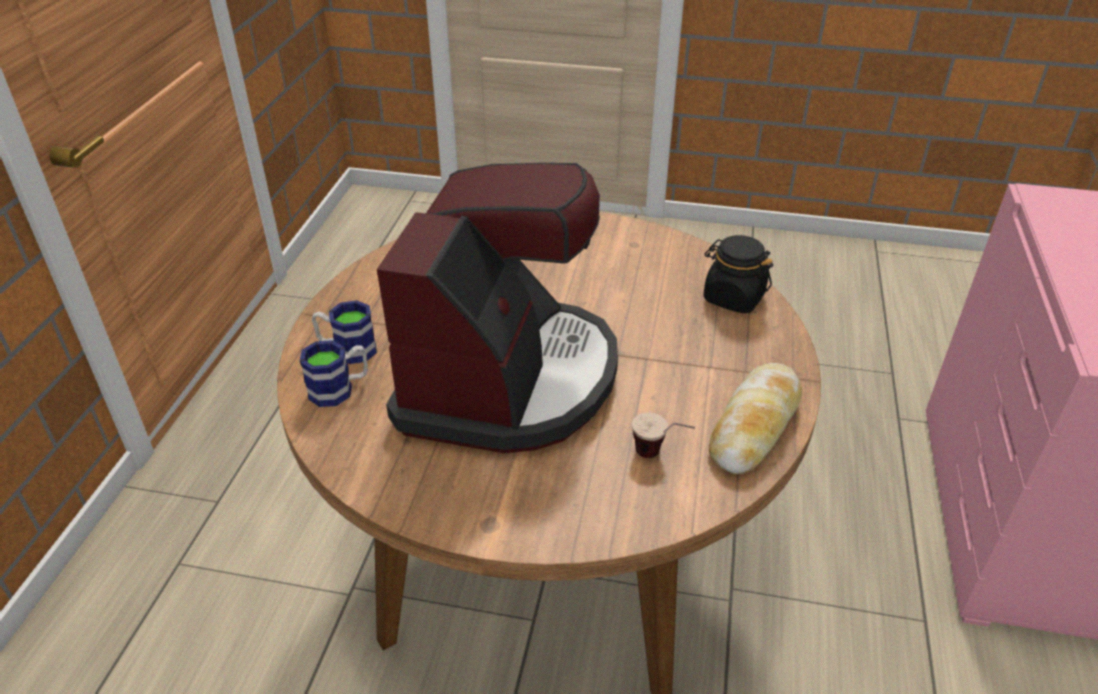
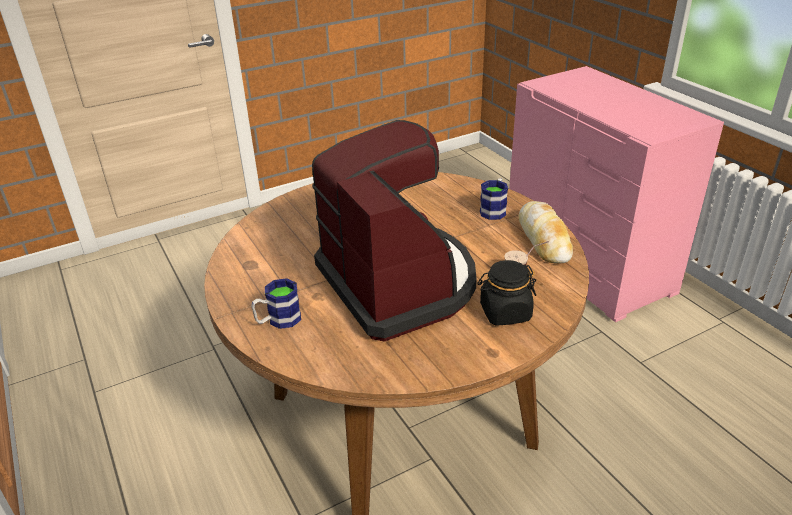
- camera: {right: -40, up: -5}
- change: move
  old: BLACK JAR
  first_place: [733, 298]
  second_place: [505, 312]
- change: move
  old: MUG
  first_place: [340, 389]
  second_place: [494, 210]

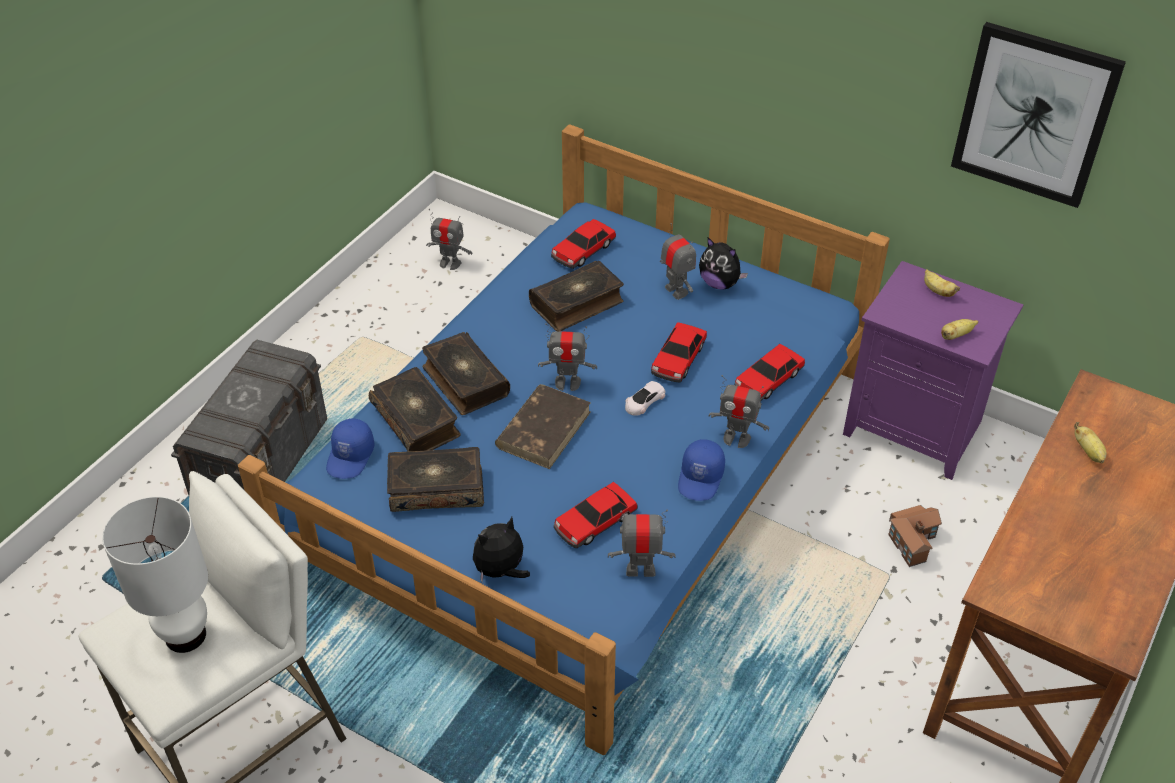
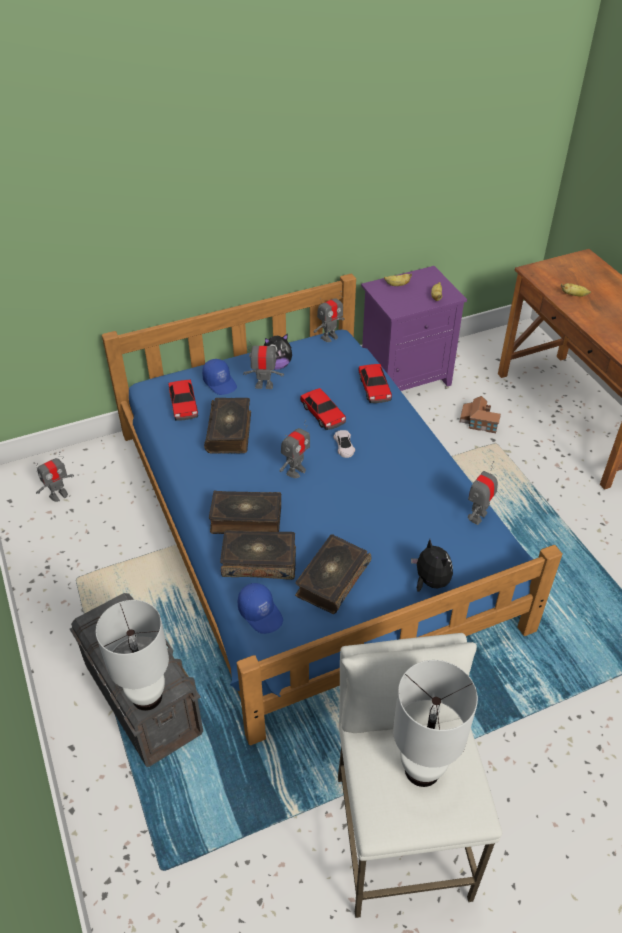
- camera: {right: -55, up: 0}
- change: delete
  old: PICTURE
  first_place: [1034, 115]
- change: move
  old: TOY ROBOT
  first_place: [736, 438]
  second_place: [329, 337]
- change: delete
  old: BROWN BOOK
  first_place: [544, 429]
- change: move
  old: BLUE CAP
  first_place: [701, 478]
  second_place: [220, 383]
- change: delete
  old: TOY CAR
  first_place: [594, 522]
- change: rotate
  old: PLUSH TOY
  first_place: [501, 571]
  second_place: [430, 582]
  degrees: 150
- change: insert
  new: WHITE TABLE LAMP
  second_place: [147, 697]

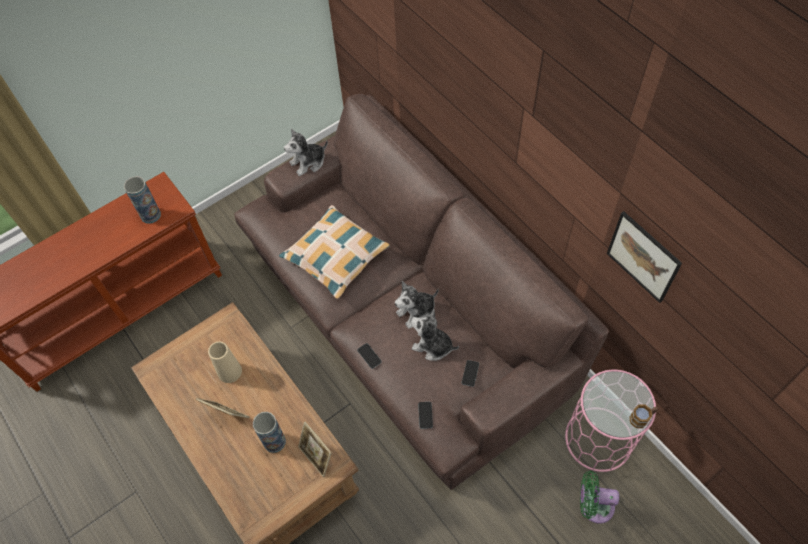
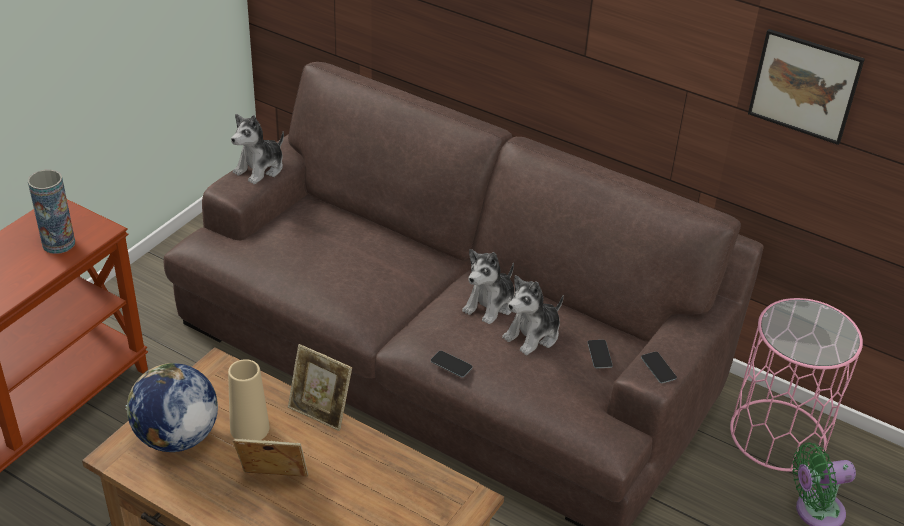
- camera: {right: -25, up: -20}
- change: delete
  old: PILLOW
  first_place: [335, 256]
- change: rotate
  old: PLUSH TOY
  first_place: [432, 346]
  second_place: [533, 335]
  degrees: -45
- change: move
  old: PHONE
  first_place: [425, 415]
  second_place: [658, 368]
- change: delete
  old: MUG
  first_place: [642, 418]
- change: delete
  old: VASE
  first_place: [274, 441]
- change: move
  old: PICTURE FRAME
  first_place: [317, 457]
  second_place: [320, 412]
- change: insert
  new: GLOBE
  second_place: [176, 437]

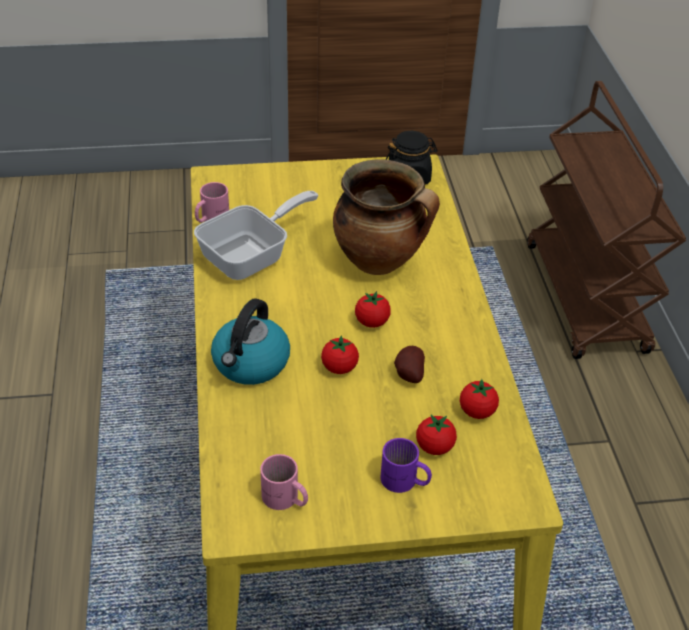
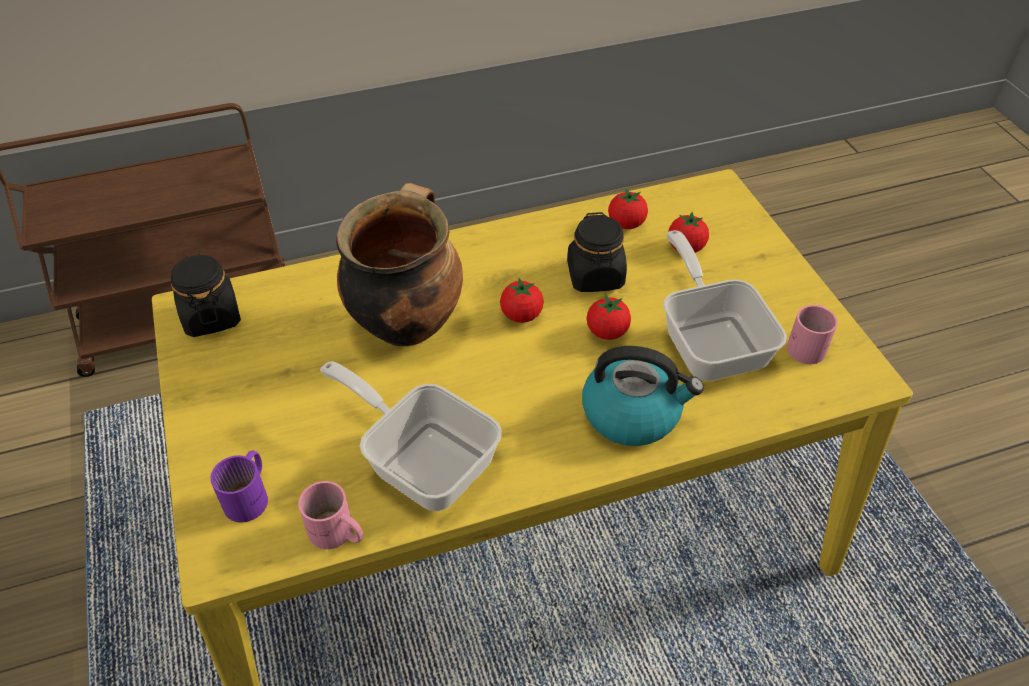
- camera: {right: -100, up: 5}
- change: replace
  old: POTATO
  new: BLACK JAR
  first_place: [408, 375]
  second_place: [595, 276]
- change: move
  old: PURPLE MUG
  first_place: [404, 482]
  second_place: [251, 495]
- change: insert
  new: FRYING PAN
  second_place: [710, 340]

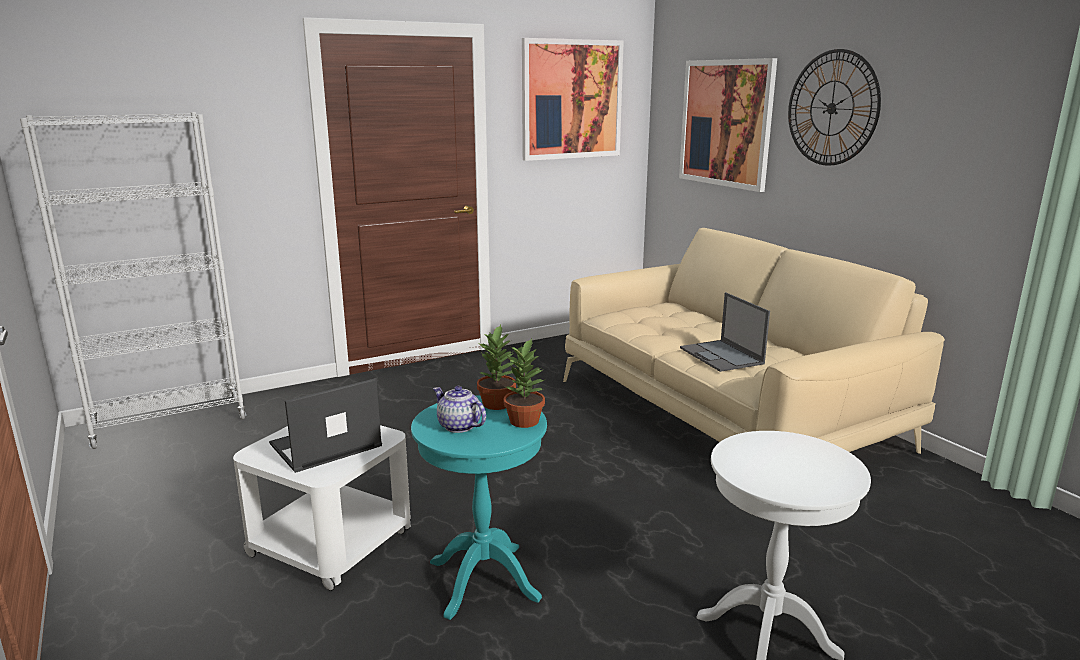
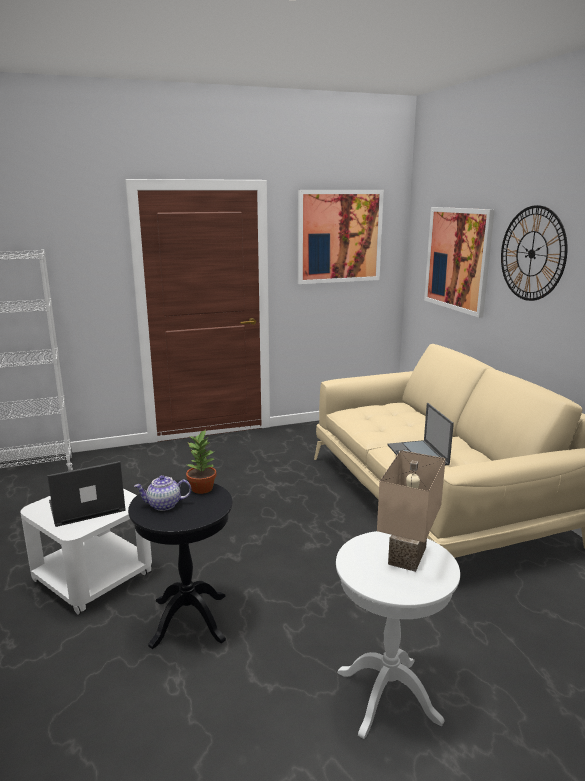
- camera: {right: 10, up: 0}
- change: delete
  old: POTTED PLANT
  first_place: [525, 421]
- change: rotate
  old: TEAPOT
  first_place: [458, 426]
  second_place: [164, 505]
  degrees: -60
- change: recolor
  old: TURQUOISE SIDE TABLE
  new: BLACK SIDE TABLE
  first_place: [483, 580]
  second_place: [189, 620]
- change: insert
  new: BEIGE TABLE LAMP
  second_place: [405, 555]

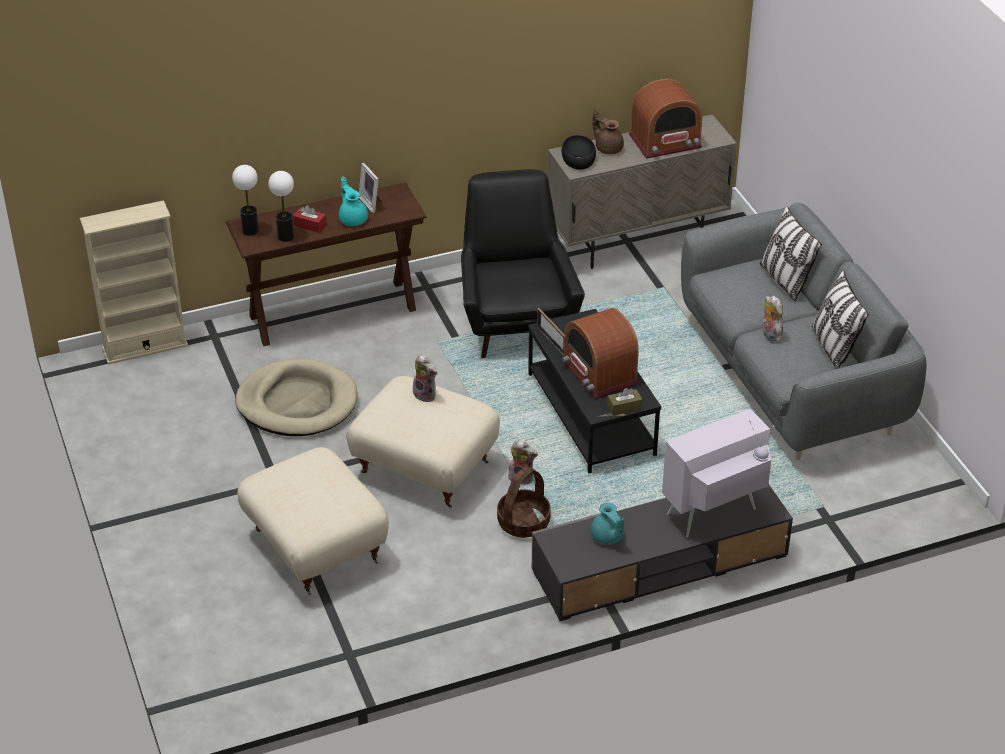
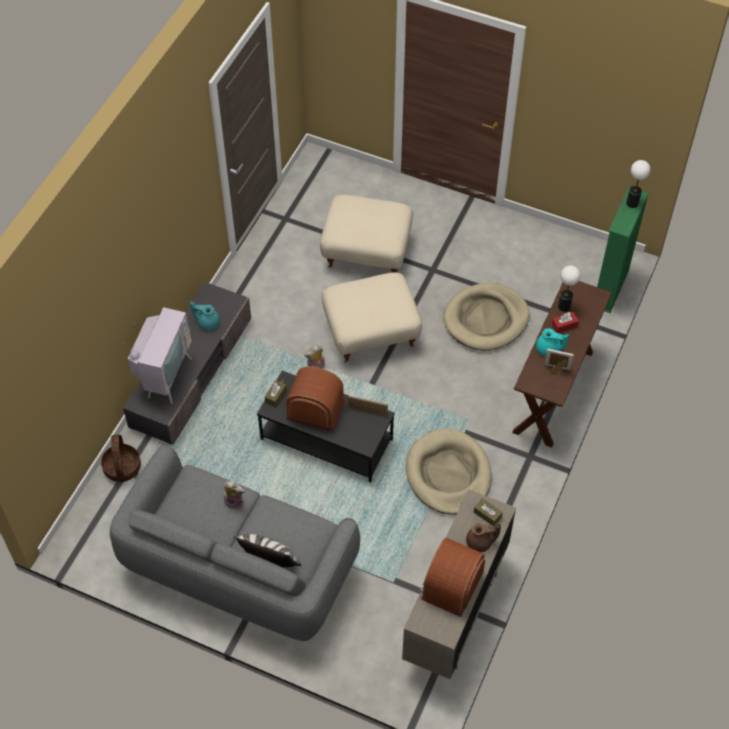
- camera: {right: 135, up: 15}
- change: replace
  old: BLACK BOWL
  new: BROWN TISSUE BOX
  first_place: [578, 158]
  second_place: [487, 514]
- change: move
  old: TABLE LAMP
  first_place: [250, 230]
  second_place: [632, 203]
- change: replace
  old: BLACK ARMCHAIR
  new: BEIGE DOG BED
  first_place: [515, 320]
  second_place: [448, 474]
- change: recolor
  old: BEIGE BOOKCASE
  new: GREEN BOOKCASE
  first_place: [145, 347]
  second_place: [610, 288]
- change: delete
  old: PILLOW
  first_place: [833, 347]
- change: delete
  old: PLUSH TOY
  first_place: [426, 394]
- change: move
  old: BASKET
  first_place: [523, 523]
  second_place: [122, 467]

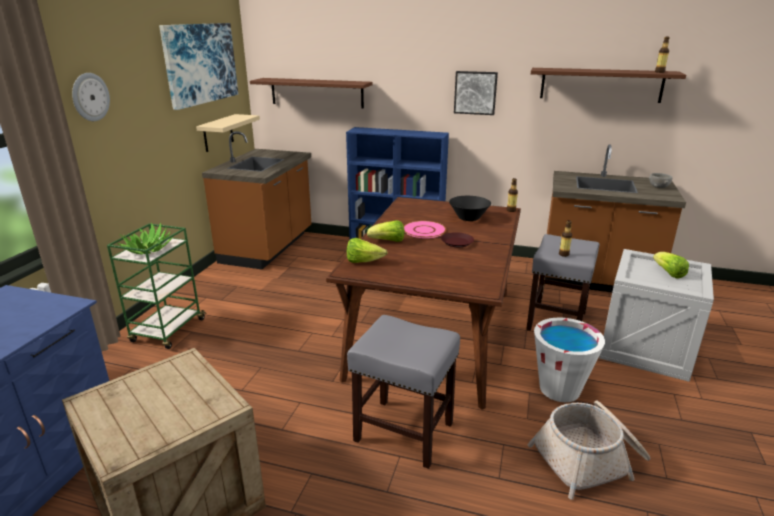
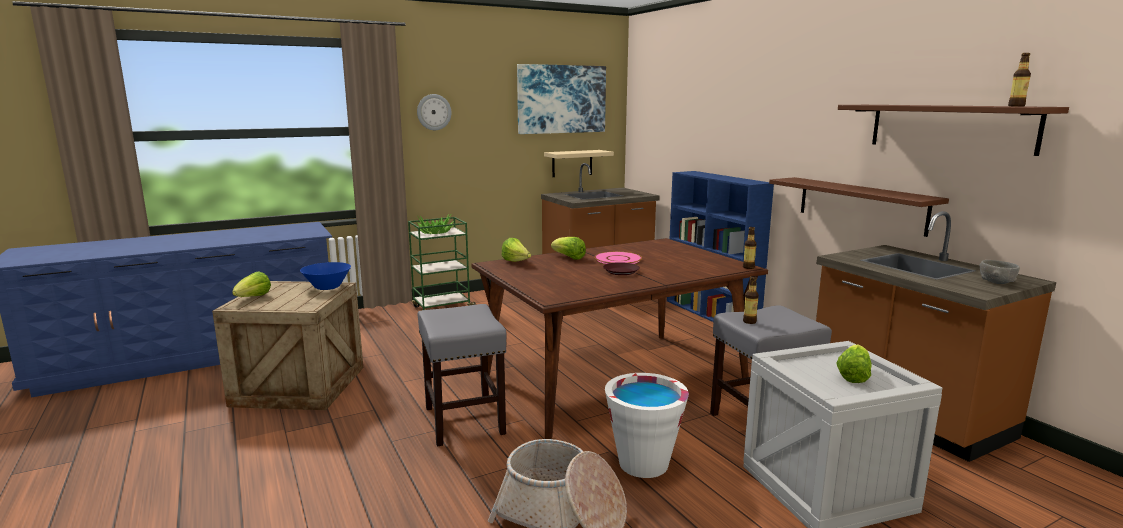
- camera: {right: 45, up: -10}
- change: delete
  old: PICTURE
  first_place: [475, 92]
- change: move
  old: BROWN SHELF
  first_place: [316, 93]
  second_place: [860, 205]
- change: delete
  old: BLACK BOWL
  first_place: [469, 218]
- change: insert
  new: BLUE BOWL
  second_place: [327, 287]
- change: insert
  new: LETTUCE
  second_place: [253, 298]

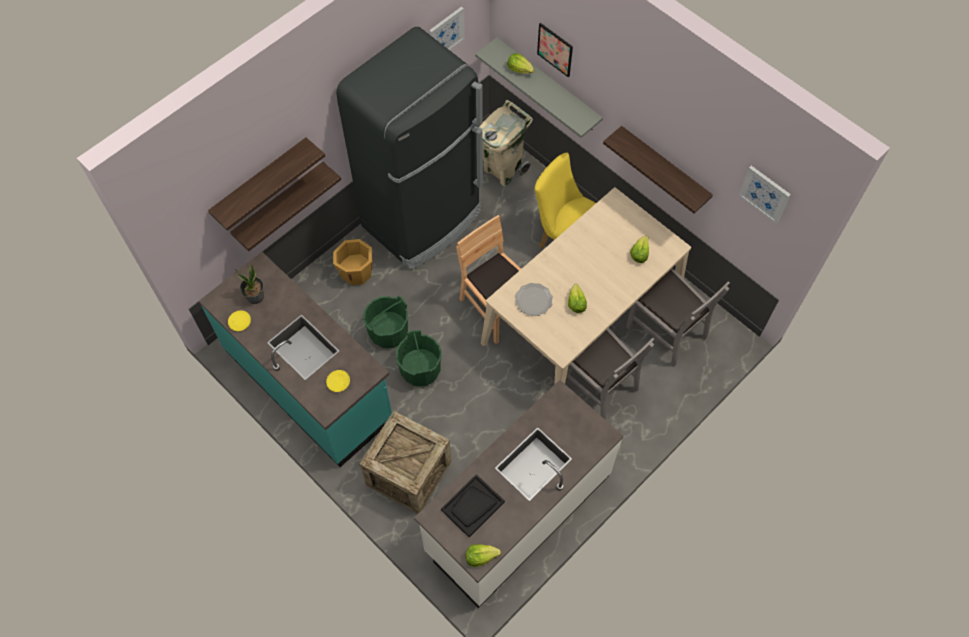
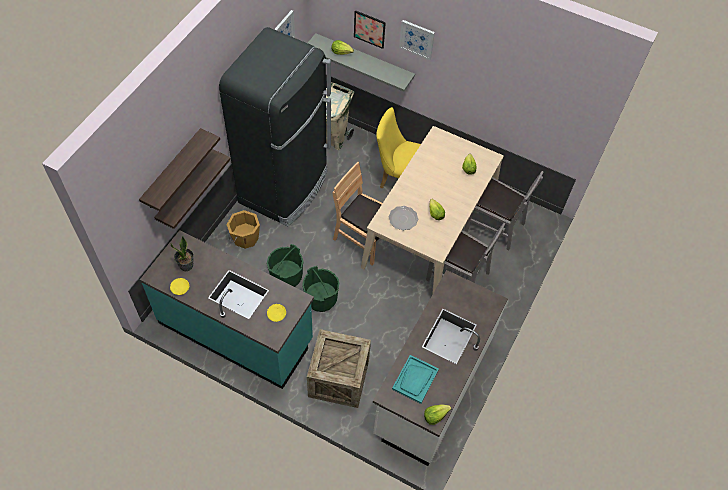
- camera: {right: -20, up: -5}
- change: delete
  old: SHELF
  first_place: [664, 168]
- change: move
  old: PICTURE
  first_place: [765, 193]
  second_place: [417, 39]
- change: recolor
  old: BLACK TRAY
  new: TURQUOISE TRAY
  first_place: [472, 506]
  second_place: [415, 380]

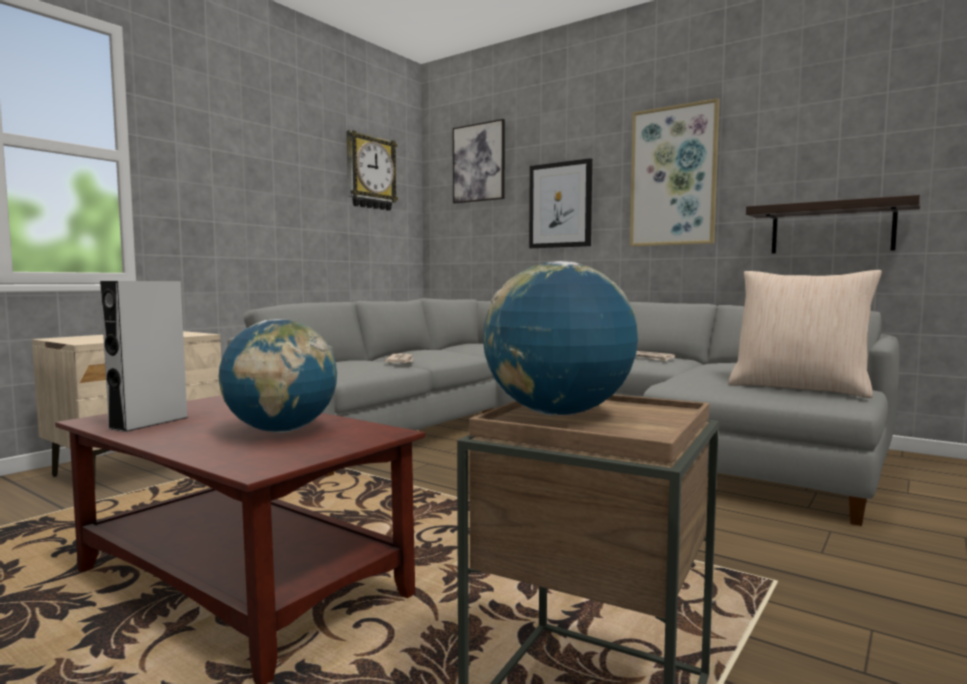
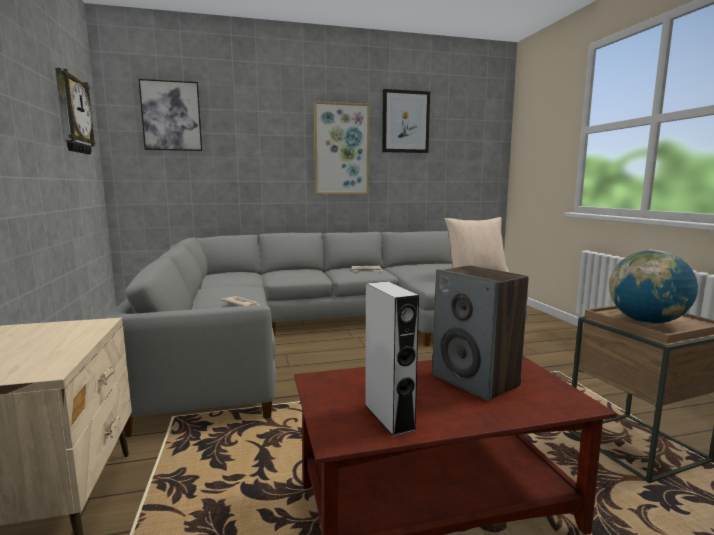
- camera: {right: -50, up: 5}
- change: move
  old: PICTURE
  first_place: [560, 205]
  second_place: [405, 122]
- change: delete
  old: SHELF
  first_place: [831, 228]
- change: replace
  old: GLOBE
  new: SPEAKER
  first_place: [281, 431]
  second_place: [476, 381]

